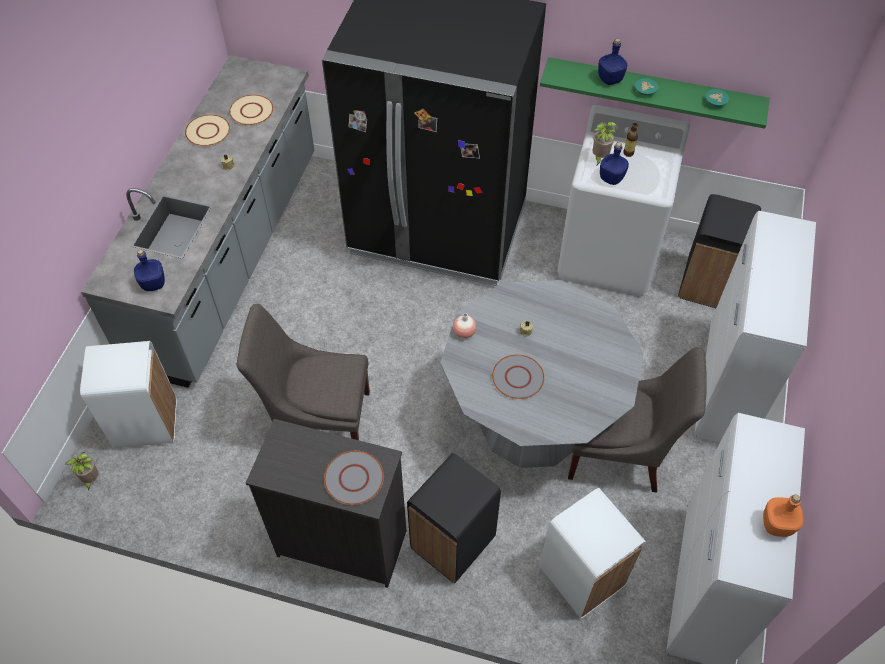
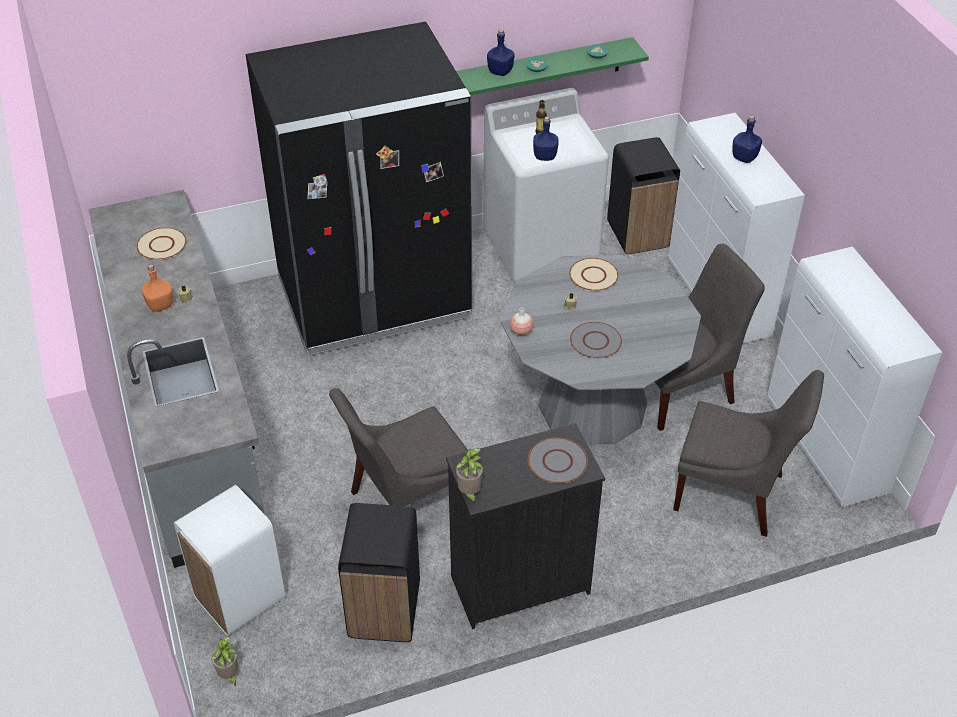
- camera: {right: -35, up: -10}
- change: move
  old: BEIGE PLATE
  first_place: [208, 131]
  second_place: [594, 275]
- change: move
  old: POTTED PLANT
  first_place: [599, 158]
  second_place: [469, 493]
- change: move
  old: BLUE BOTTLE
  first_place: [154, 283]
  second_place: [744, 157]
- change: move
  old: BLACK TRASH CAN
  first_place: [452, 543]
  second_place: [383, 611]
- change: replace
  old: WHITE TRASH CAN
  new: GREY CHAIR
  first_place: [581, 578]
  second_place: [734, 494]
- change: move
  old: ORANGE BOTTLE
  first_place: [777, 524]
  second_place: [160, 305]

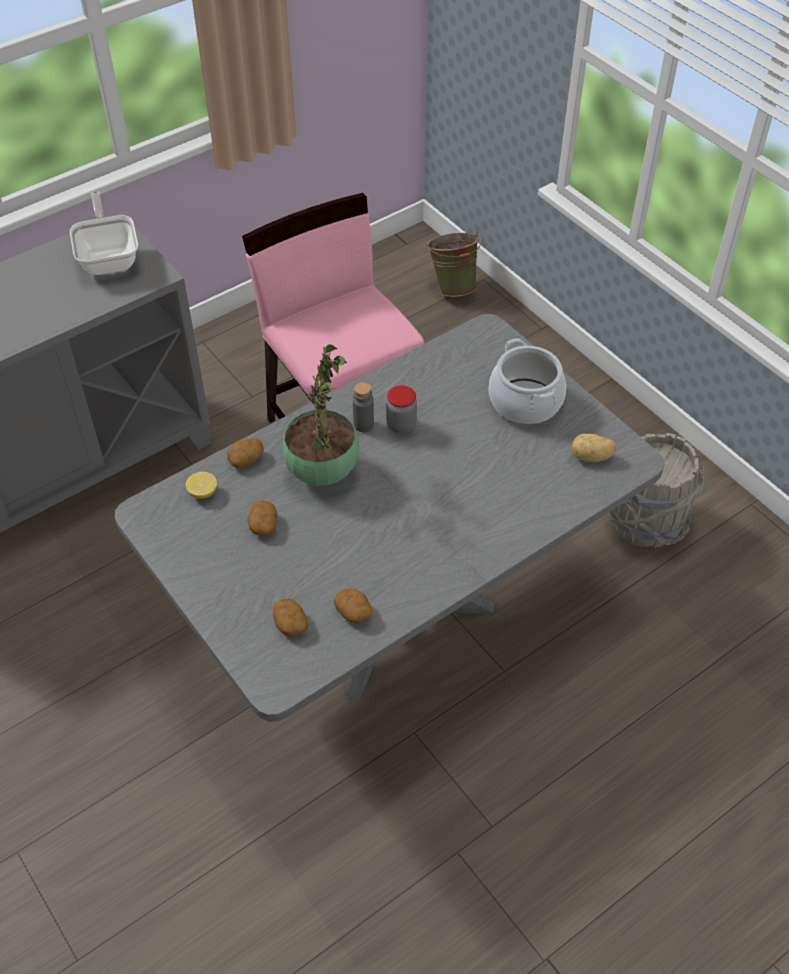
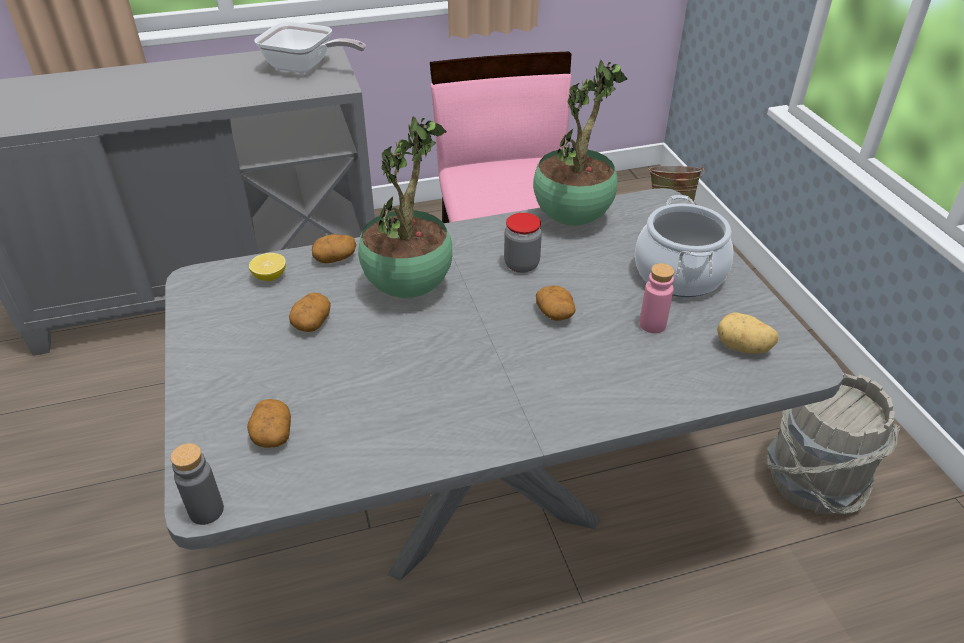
- camera: {right: 20, up: -10}
- change: rotate
  old: FRYING PAN
  first_place: [109, 257]
  second_place: [305, 67]
  degrees: 105
- change: move
  old: GREY BOTTLE
  first_place: [363, 424]
  second_place: [206, 510]
- change: move
  old: POTATO
  first_place: [354, 612]
  second_place: [555, 313]
- change: insert
  new: POTTED PLANT
  second_place: [573, 217]
- change: insert
  new: PINK BOTTLE
  second_place: [652, 324]

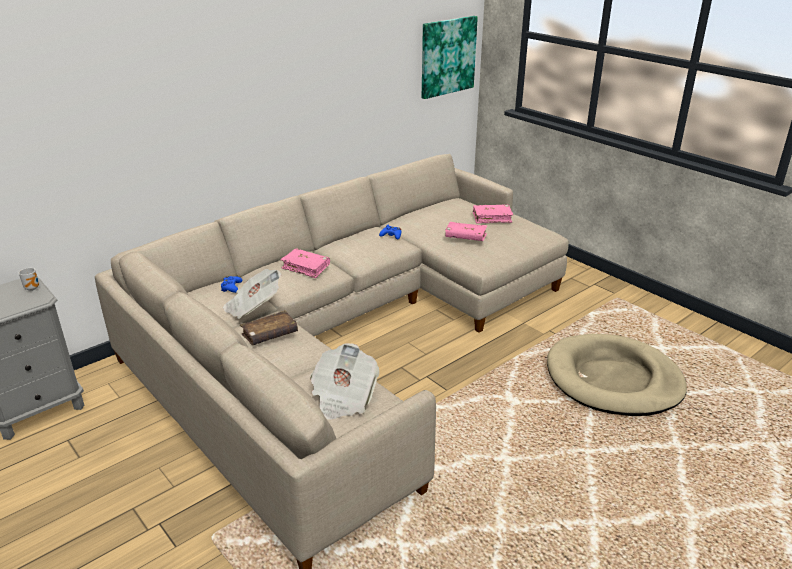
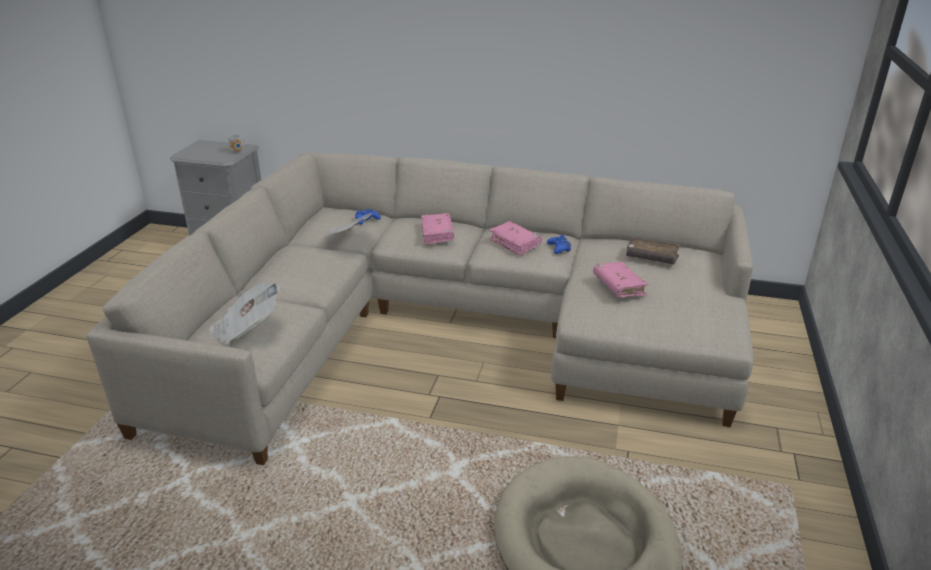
- camera: {right: 55, up: 0}
- change: delete
  old: PICTURE
  first_place: [447, 56]
- change: move
  old: PINK BOOK
  first_place: [492, 218]
  second_place: [515, 243]
- change: move
  old: BROWN BOOK
  first_place: [270, 334]
  second_place: [651, 258]

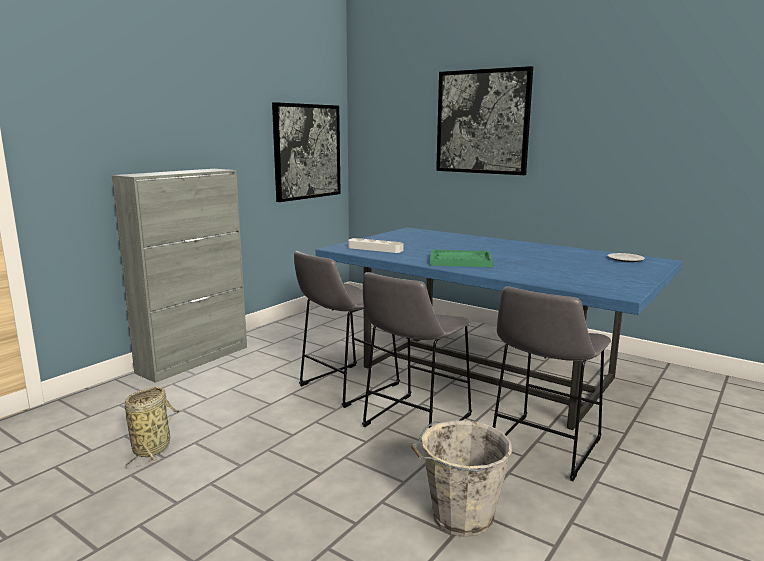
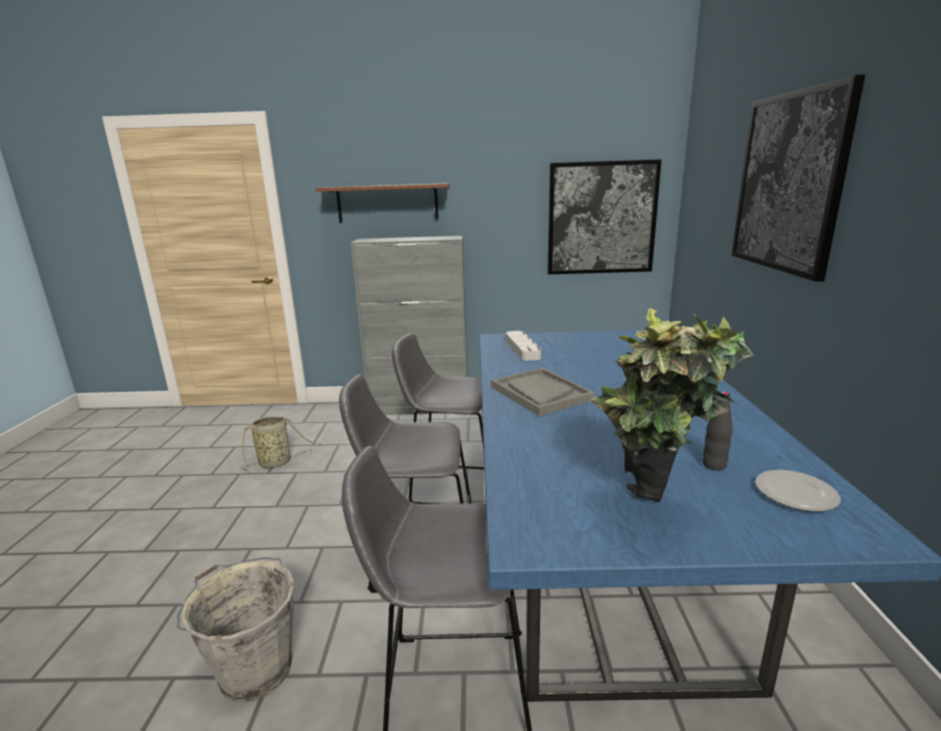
- camera: {right: 55, up: 5}
- change: recolor
  old: GREEN TRAY
  new: GREY TRAY
  first_place: [460, 261]
  second_place: [540, 393]
- change: insert
  new: BROWN SHELF
  second_place: [387, 203]
- change: insert
  new: POTTED PLANT
  second_place: [651, 517]
- change: insert
  new: BLACK BOTTLE
  second_place: [714, 465]

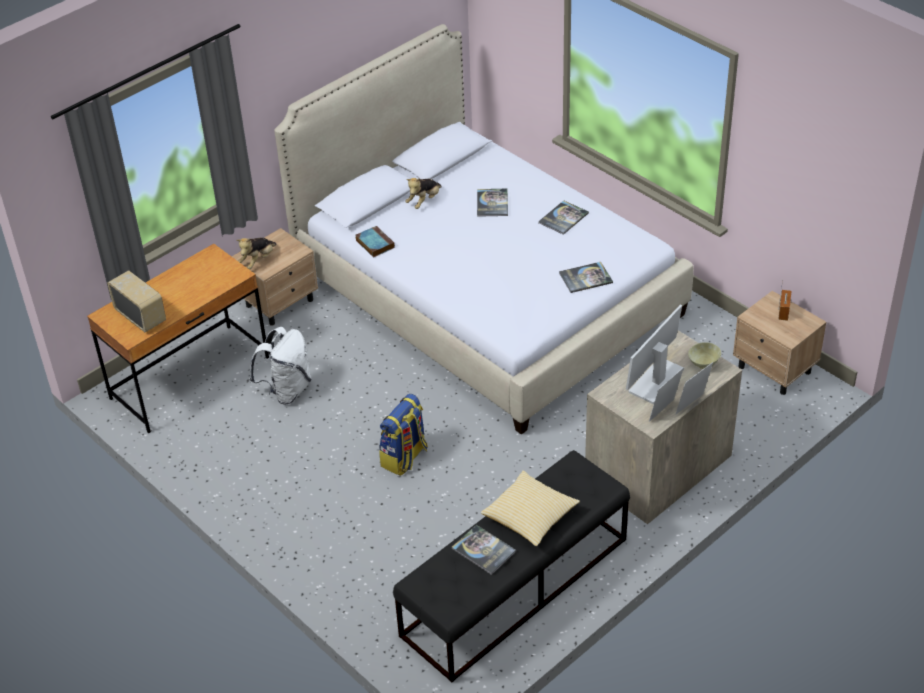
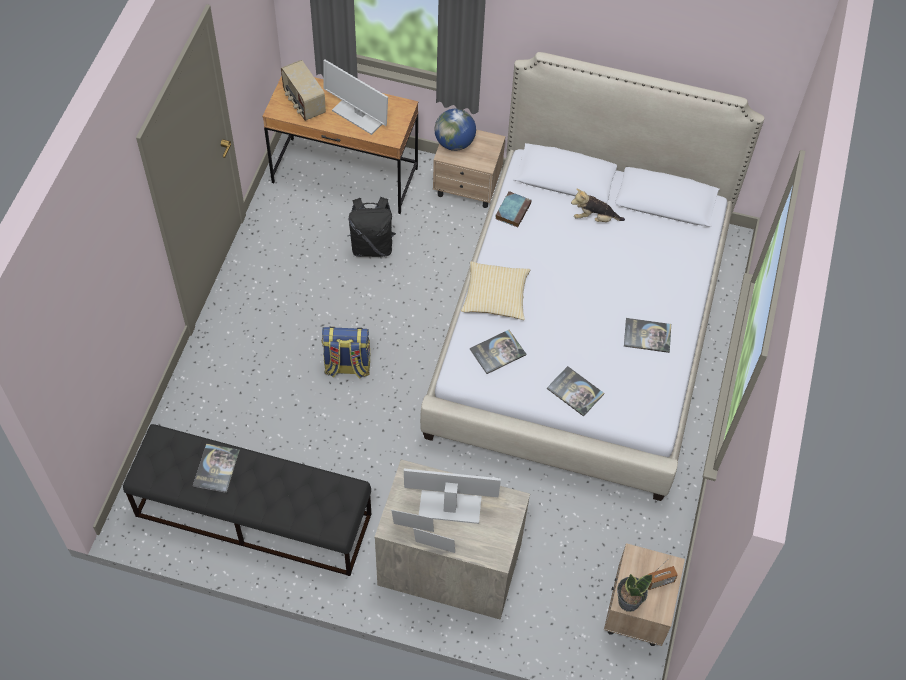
- camera: {right: 55, up: 15}
- change: move
  old: BOOK
  first_place: [492, 203]
  second_place: [497, 352]
- change: replace
  old: PLUSH TOY
  new: GLOBE
  first_place: [258, 260]
  second_place: [454, 143]
- change: rotate
  old: RADIO
  first_place: [141, 316]
  second_place: [303, 103]
  degrees: 135
- change: recolor
  old: WHITE BACKPACK
  new: BLACK BACKPACK
  first_place: [287, 390]
  second_place: [372, 246]
- change: delete
  old: BEIGE BOWL
  first_place: [703, 363]
- change: move
  old: PILLOW
  first_place: [530, 517]
  second_place: [495, 297]
- change: insert
  new: MONITOR
  second_place: [358, 115]
- change: insert
  new: POTTED PLANT
  second_place: [628, 601]

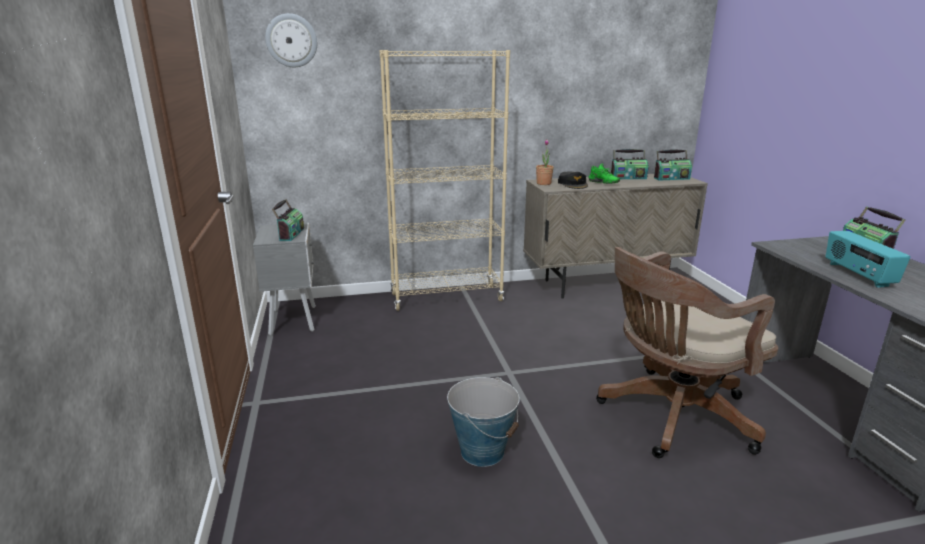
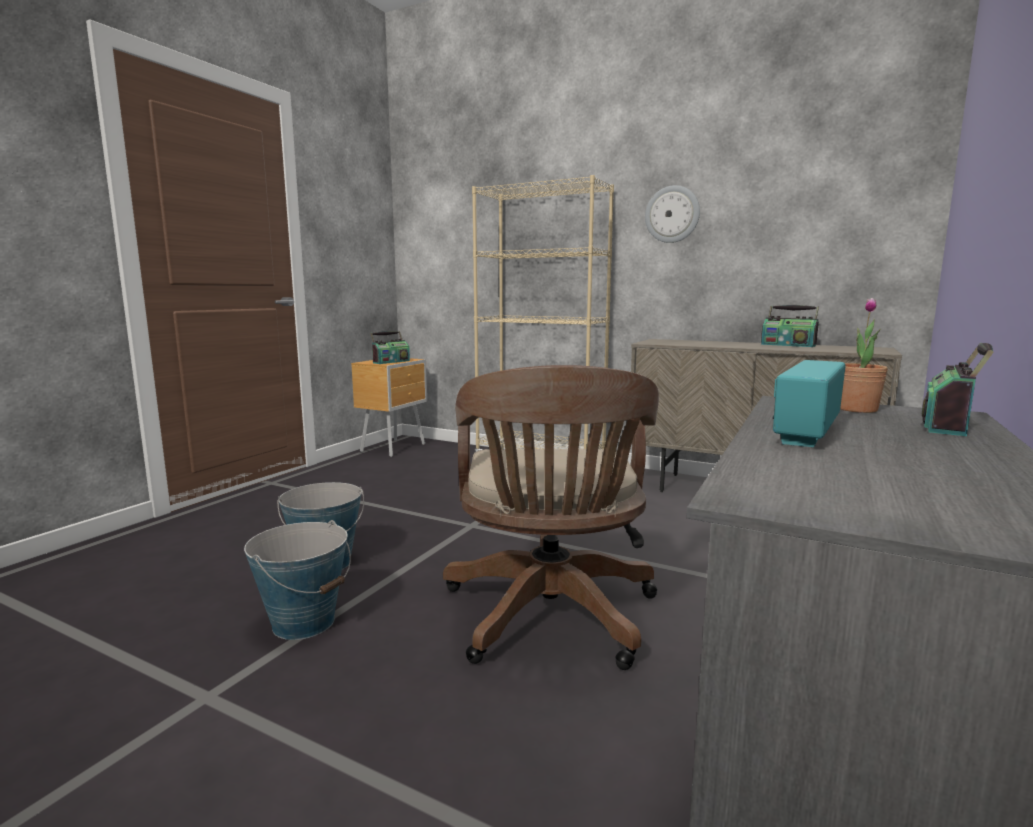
- camera: {right: 40, up: -10}
- change: move
  old: WALL CLOCK
  first_place: [291, 40]
  second_place: [672, 214]
- change: move
  old: POTTED PLANT
  first_place: [543, 183]
  second_place: [856, 409]
- change: delete
  old: RADIO
  first_place: [671, 178]
- change: delete
  old: GREEN SHOE
  first_place: [602, 183]
- change: delete
  old: BLACK CAP
  first_place: [573, 184]
- change: recolor
  old: GREY NIGHTSTAND
  new: BROWN NIGHTSTAND
  first_place: [294, 320]
  second_place: [395, 448]
- change: rotate
  old: BROWN OFFICE CHAIR
  first_place: [671, 416]
  second_place: [550, 618]
  degrees: -105
- change: insert
  new: BUCKET
  second_place: [304, 622]

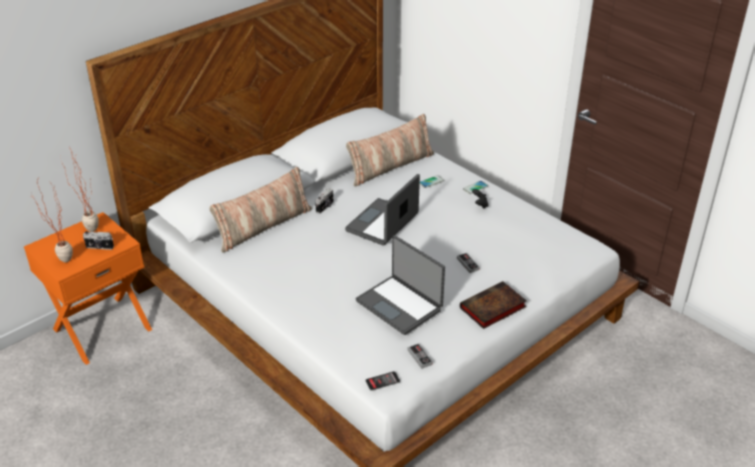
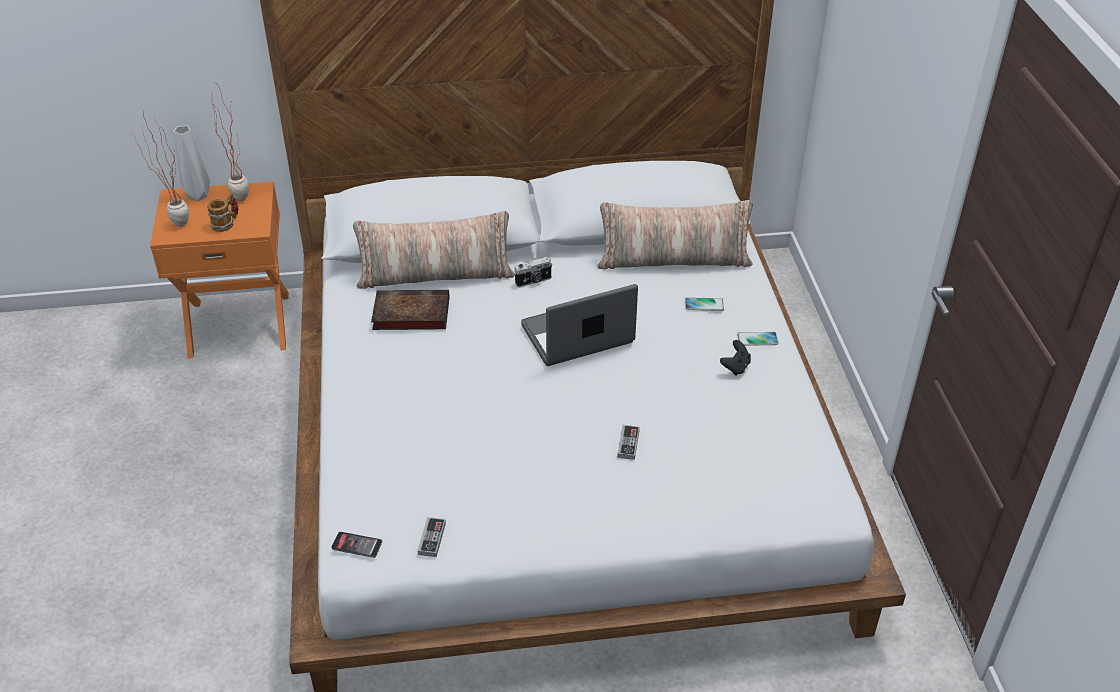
- camera: {right: 35, up: 5}
- change: replace
  old: PHOTO CAMERA
  new: MUG
  first_place: [99, 247]
  second_place: [226, 223]
- change: delete
  old: LAPTOP
  first_place: [400, 305]
- change: move
  old: BOOK
  first_place: [492, 308]
  second_place: [409, 314]
- change: insert
  new: GREY VASE
  second_place: [197, 195]

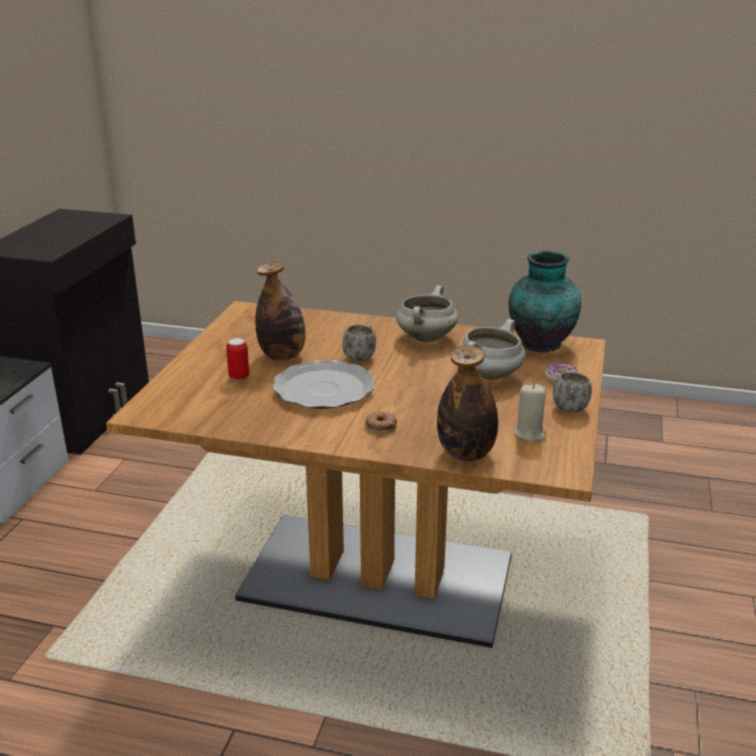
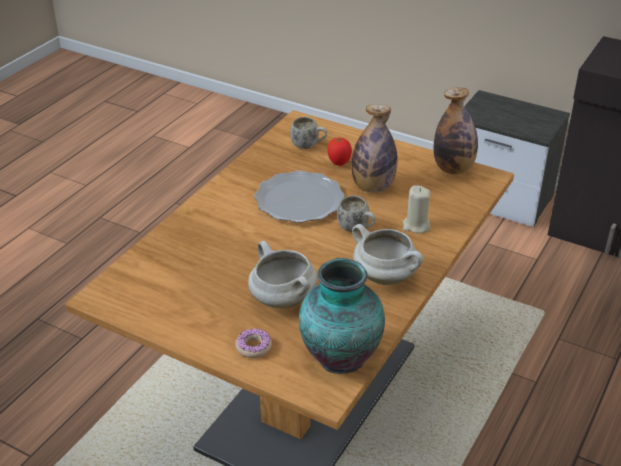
- camera: {right: 105, up: 10}
- change: replace
  old: CAN
  new: TOMATO
  first_place: [239, 377]
  second_place: [339, 163]
- change: move
  old: BOTTLE
  first_place: [466, 454]
  second_place: [453, 169]
- change: move
  old: WHITE MUG
  first_place: [568, 406]
  second_place: [309, 146]
- change: move
  old: BEIGE CANDLE
  first_place: [530, 433]
  second_place: [416, 226]
- change: delete
  old: DONUT
  first_place: [381, 426]

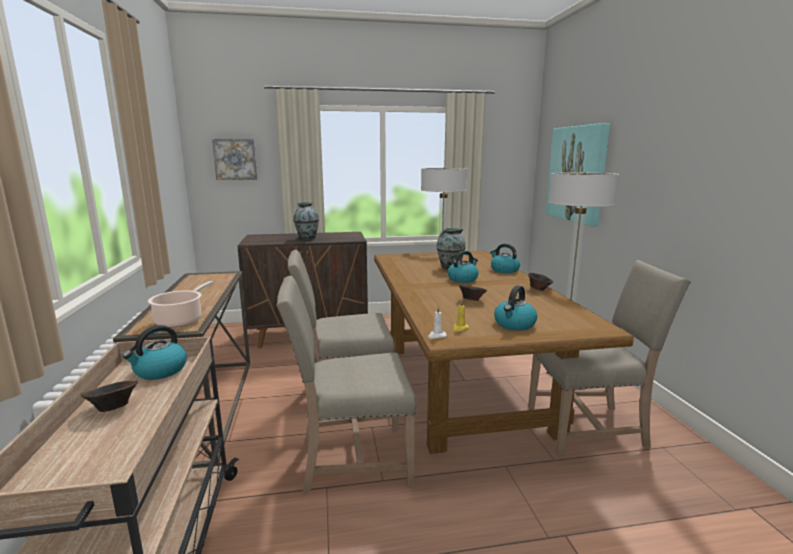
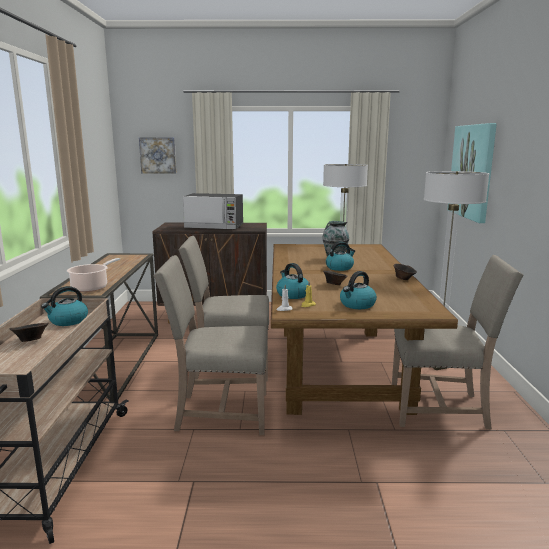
- camera: {right: 10, up: 0}
- change: replace
  old: VASE
  new: MICROWAVE
  first_place: [307, 238]
  second_place: [214, 227]
- change: move
  old: KETTLE
  first_place: [504, 270]
  second_place: [292, 294]

